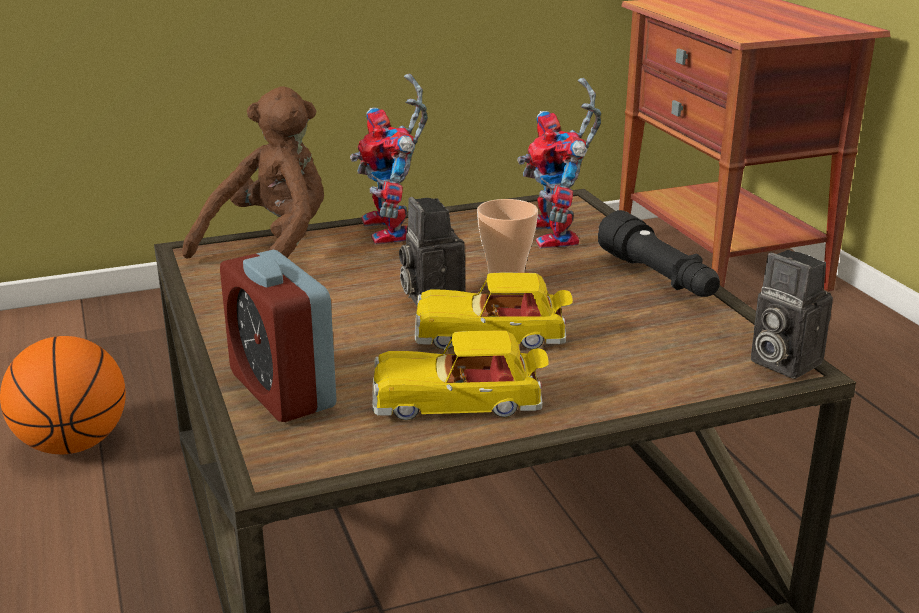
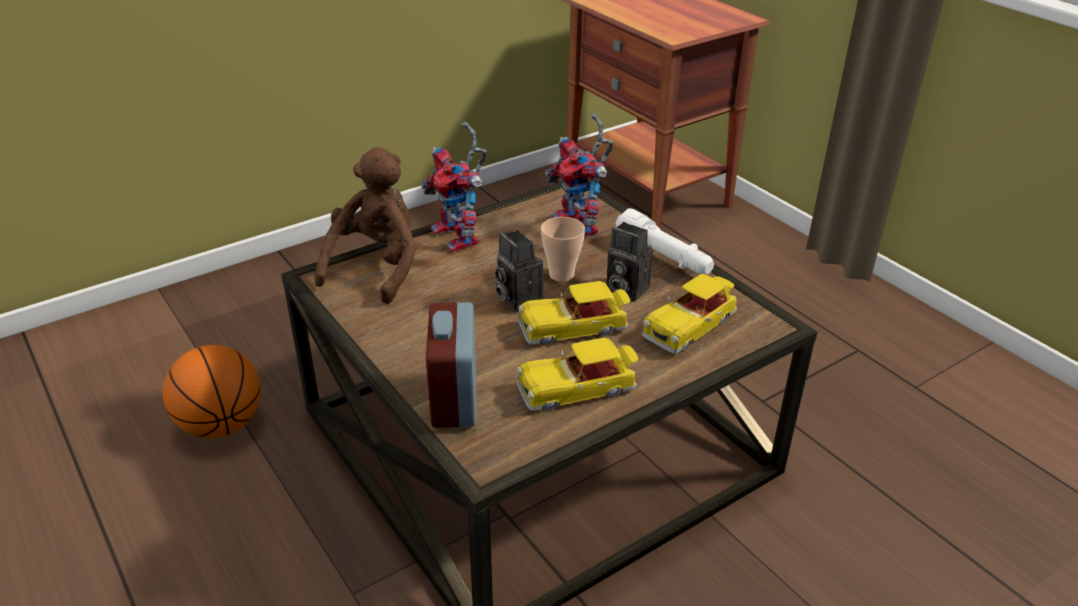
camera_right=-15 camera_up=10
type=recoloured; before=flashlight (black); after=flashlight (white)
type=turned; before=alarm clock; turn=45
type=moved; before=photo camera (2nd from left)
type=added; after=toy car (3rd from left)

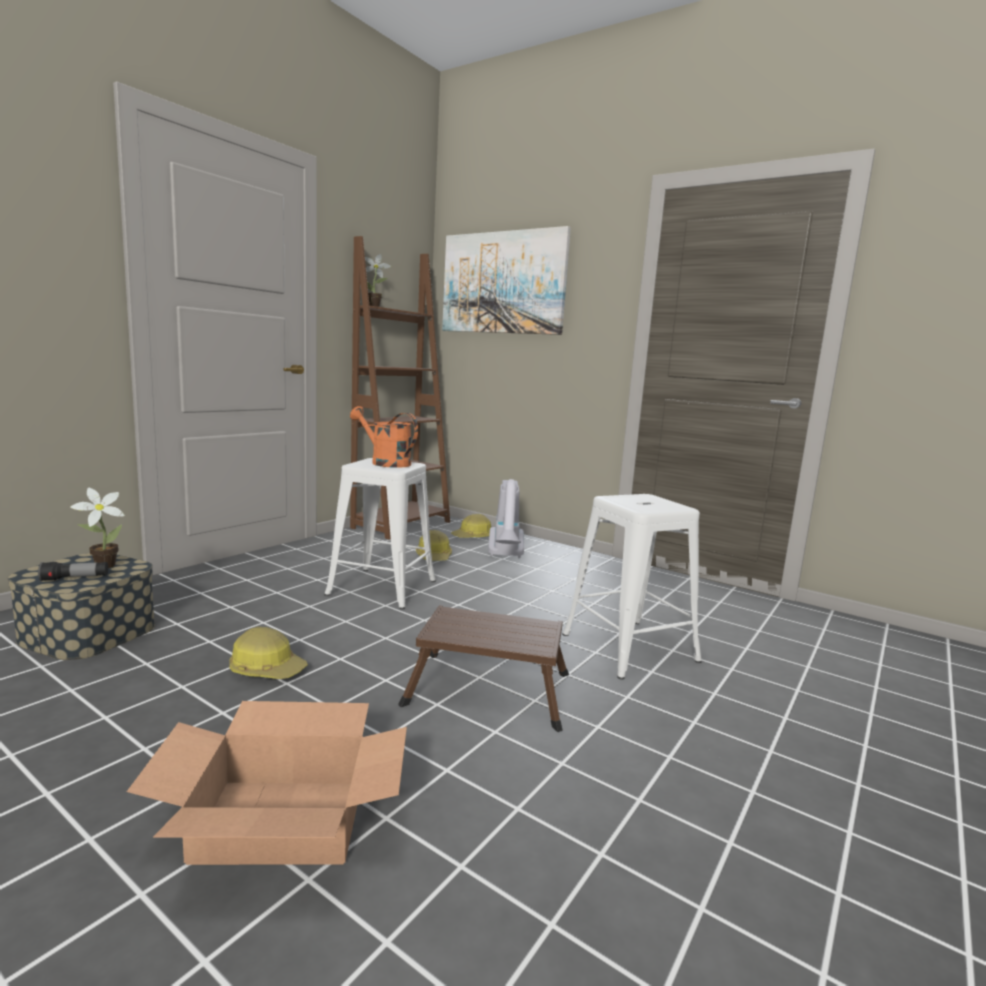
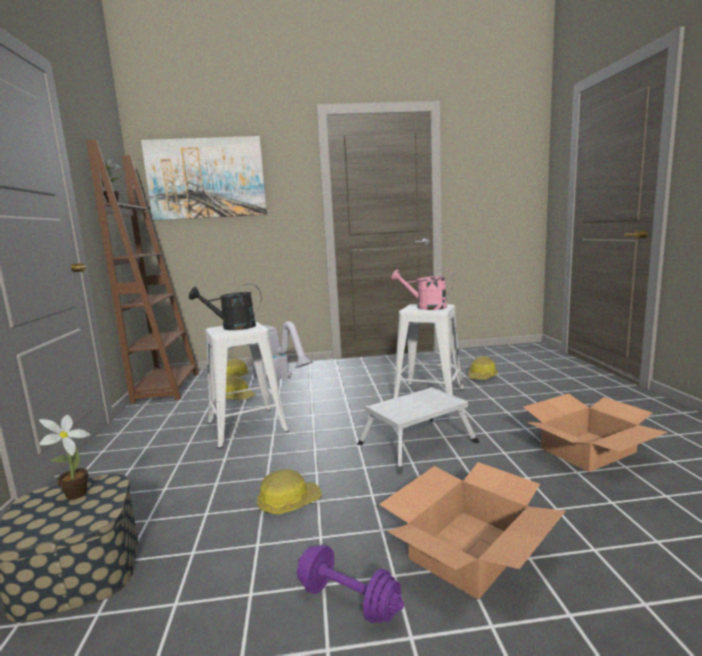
camera_right=-40 camera_up=0
type=recoloured; before=watering can (orange); after=watering can (black)
type=removed; before=flashlight
type=recoloured; before=step ladder (brown); after=step ladder (white)
type=added; after=watering can (pink)
type=added; after=hard hat (4th from left)
type=added; after=cardboard box (2nd from left)
type=added; after=dumbbell (purple)

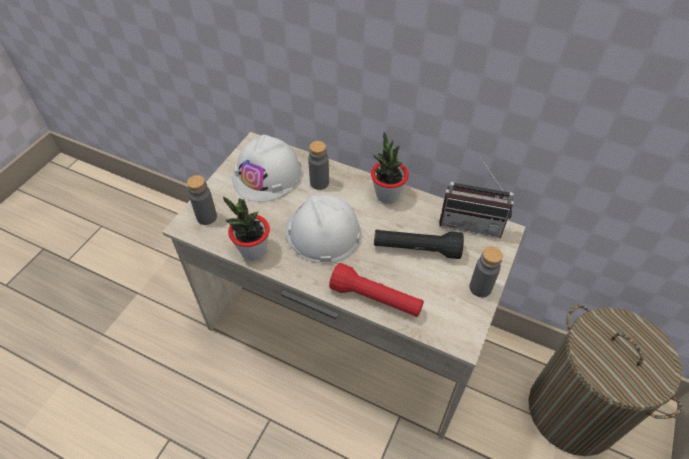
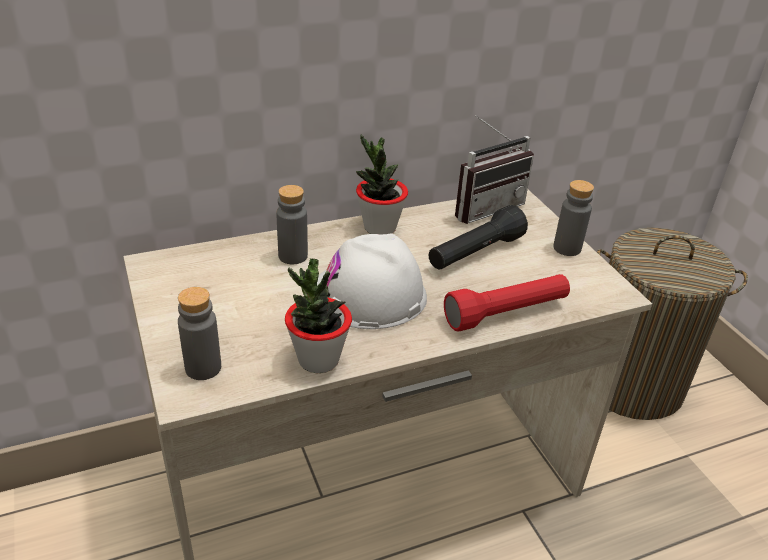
camera_right=-50 camera_up=-15
type=removed; before=hard hat (white) (1st from left)

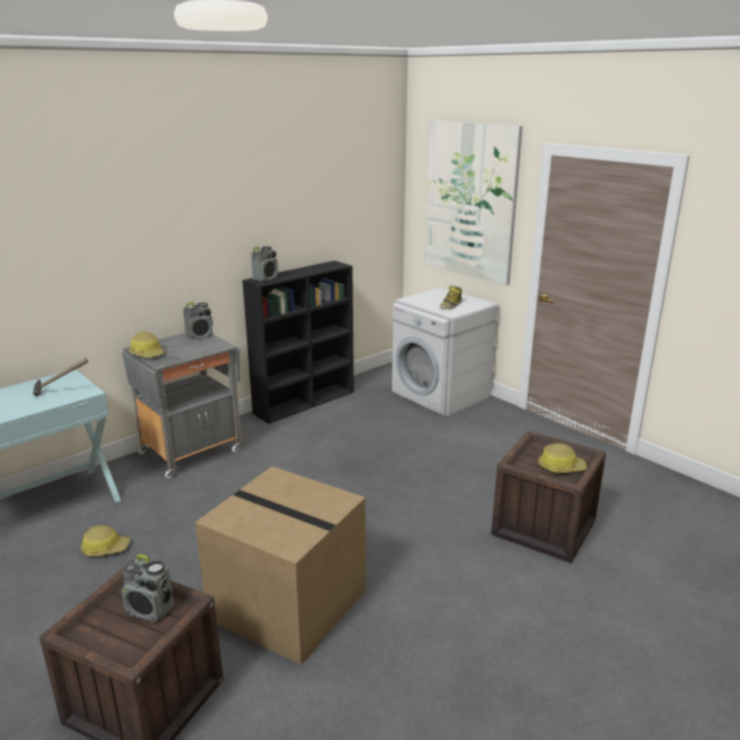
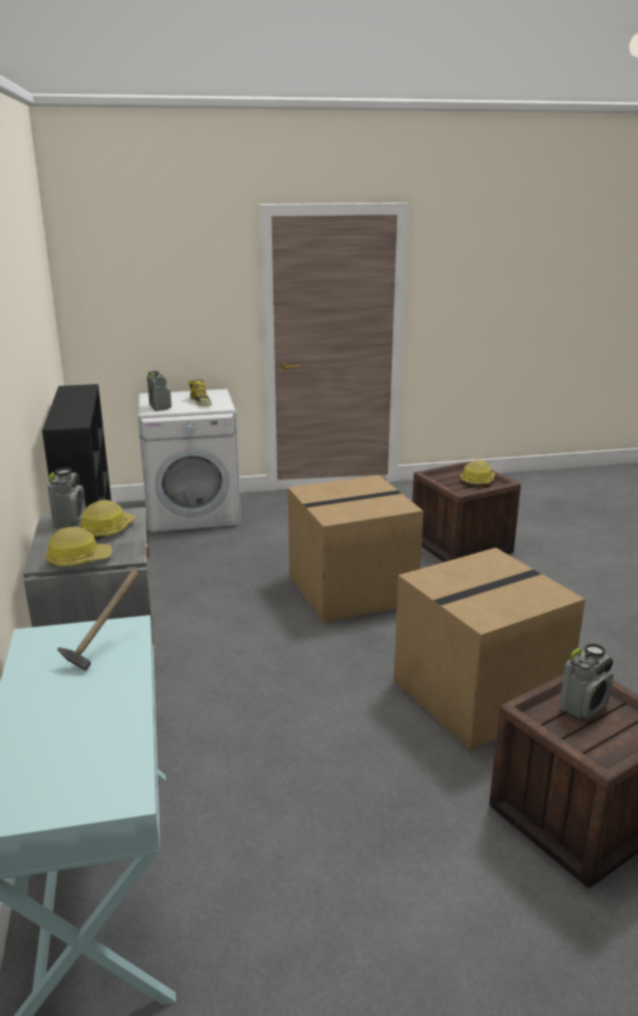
camera_right=-60 camera_up=0
type=removed; before=picture
type=moved; before=radio (3rd from left in the first image); after=radio (2nd from left)
type=moved; before=hard hat (1st from left in the first image); after=hard hat (2nd from left)
type=added; after=cardboard box (1st from left)

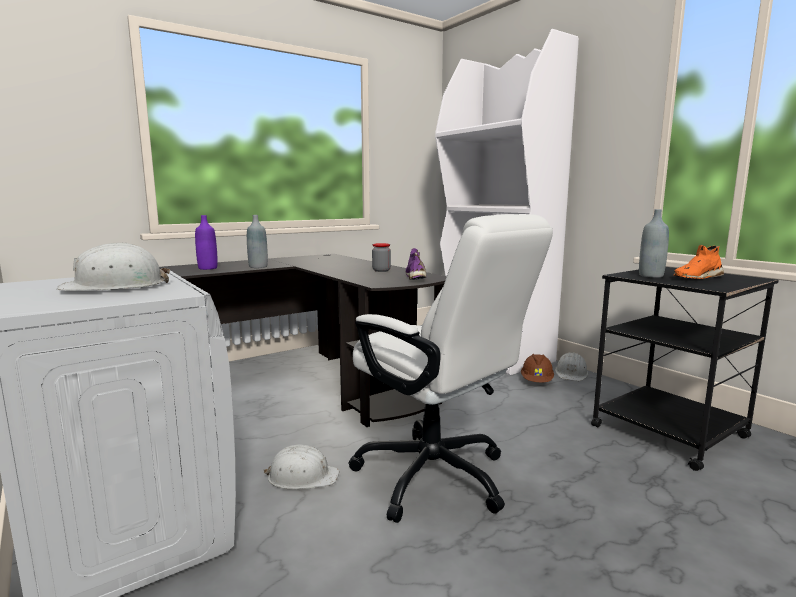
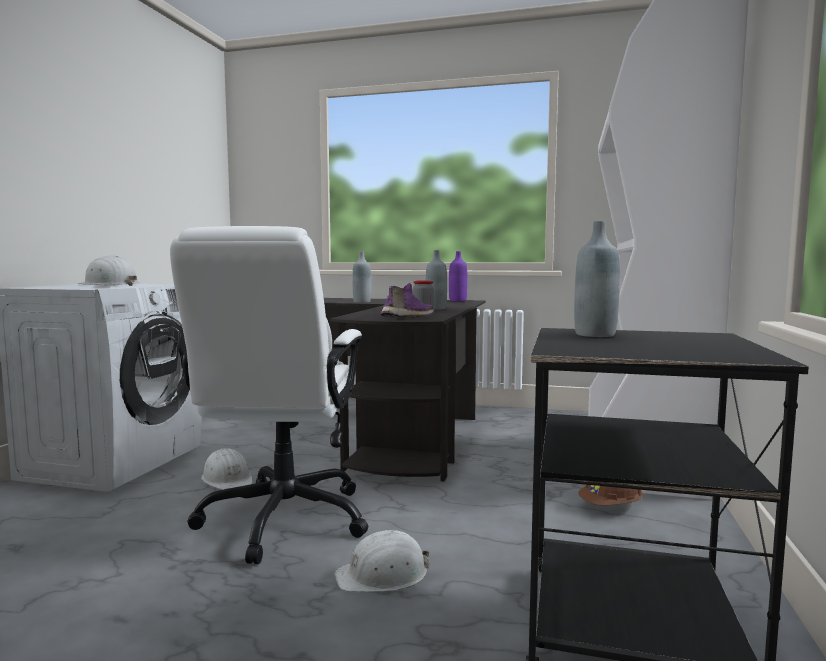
camera_right=50 camera_up=-5
type=moved; before=bottle (purple)
type=removed; before=shoe (orange)
type=moved; before=hard hat (white) (3rd from left)
type=added; after=bottle (grey) (2nd from left)

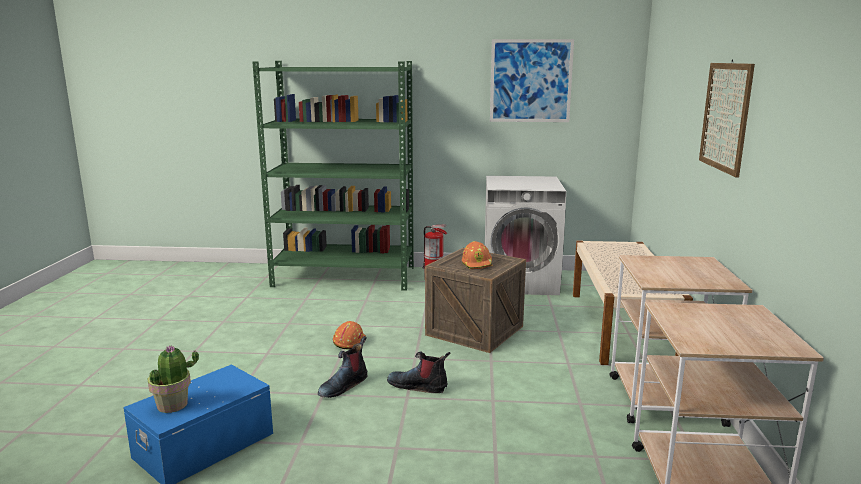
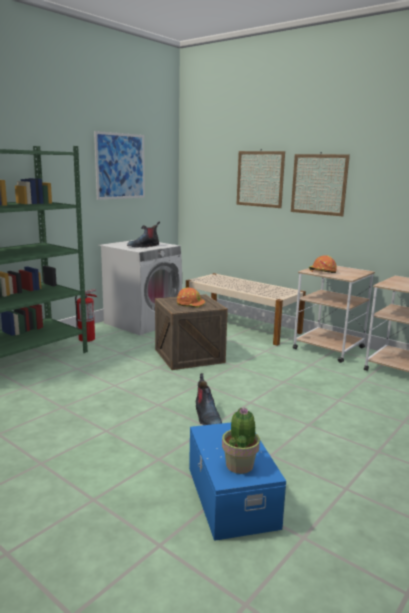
camera_right=-55 camera_up=0
type=moved; before=hard hat (orange) (1st from left in the first image); after=hard hat (orange) (2nd from left)
type=moved; before=boot (2nd from left in the first image); after=boot (1st from left)
type=added; after=picture (2nd from left)

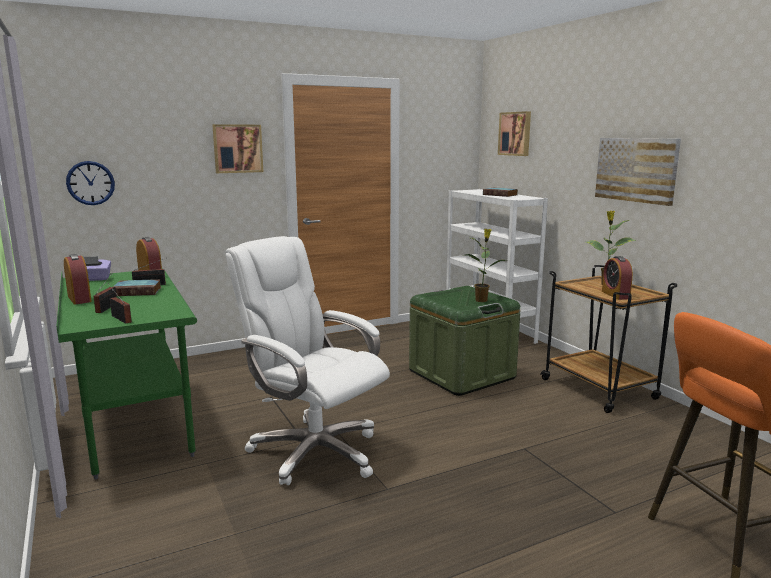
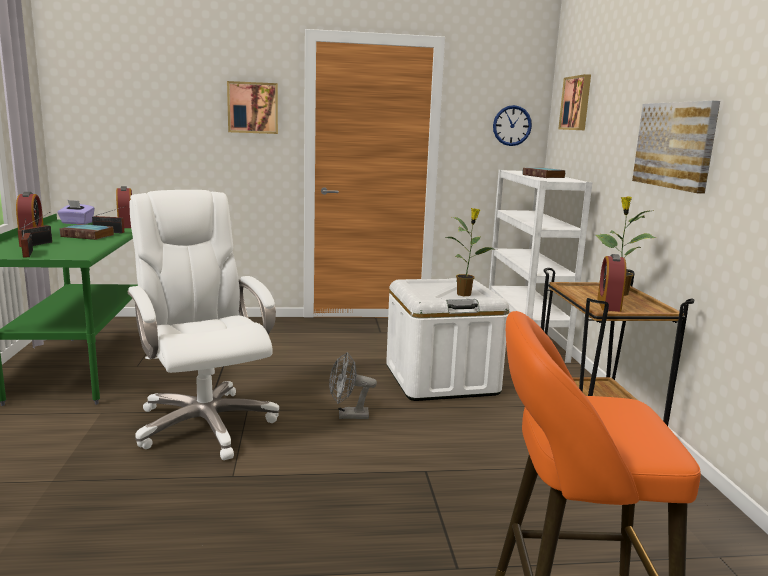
camera_right=20 camera_up=0
type=moved; before=wall clock
type=recoloured; before=storage box (green); after=storage box (white)
type=added; after=fan (grey)

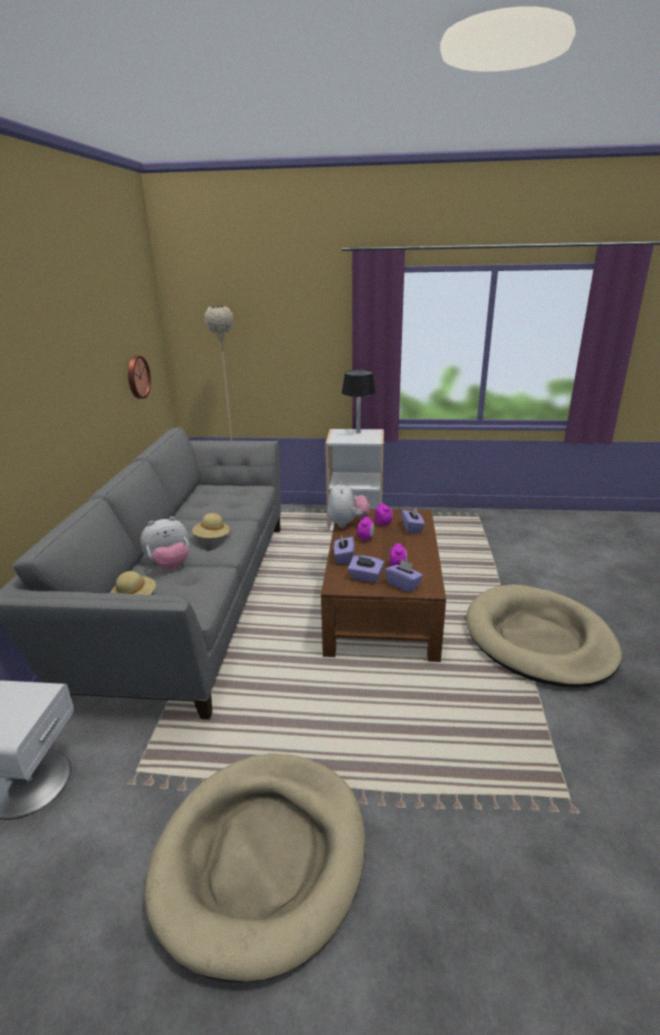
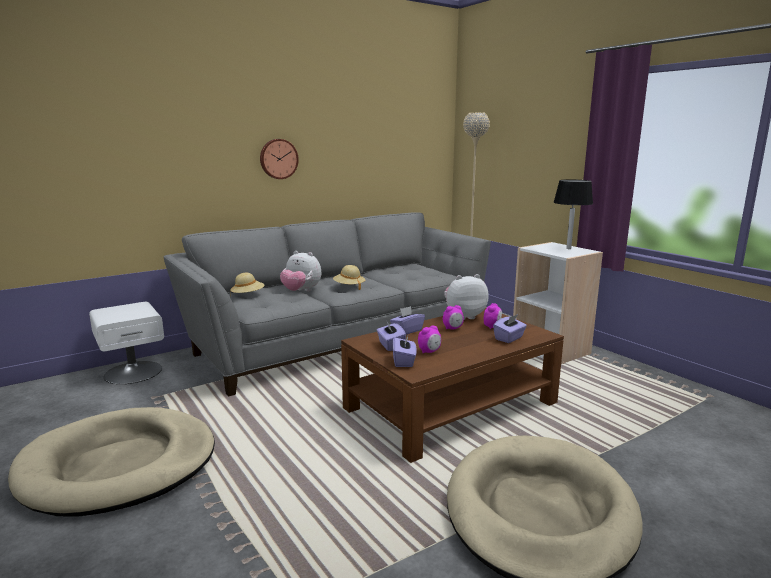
camera_right=50 camera_up=-10
type=moved; before=wall clock
type=turned; before=plush toy (2nd from left); turn=-150

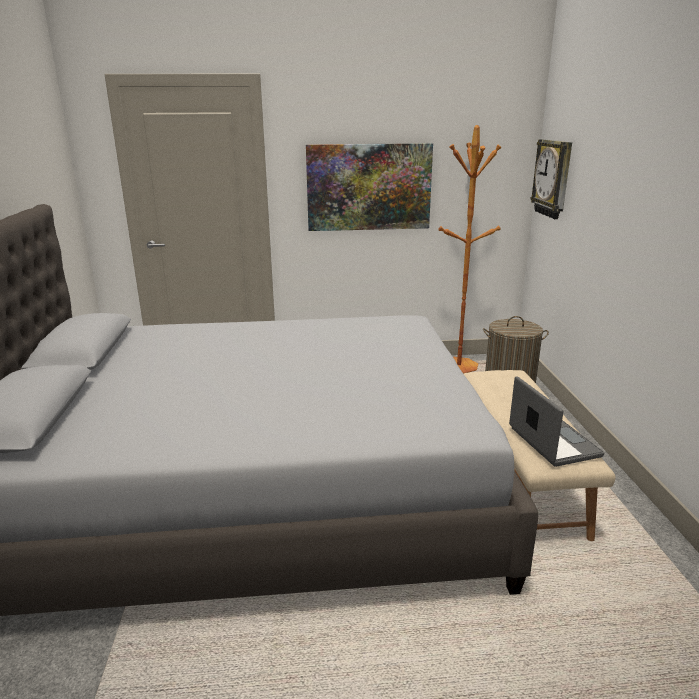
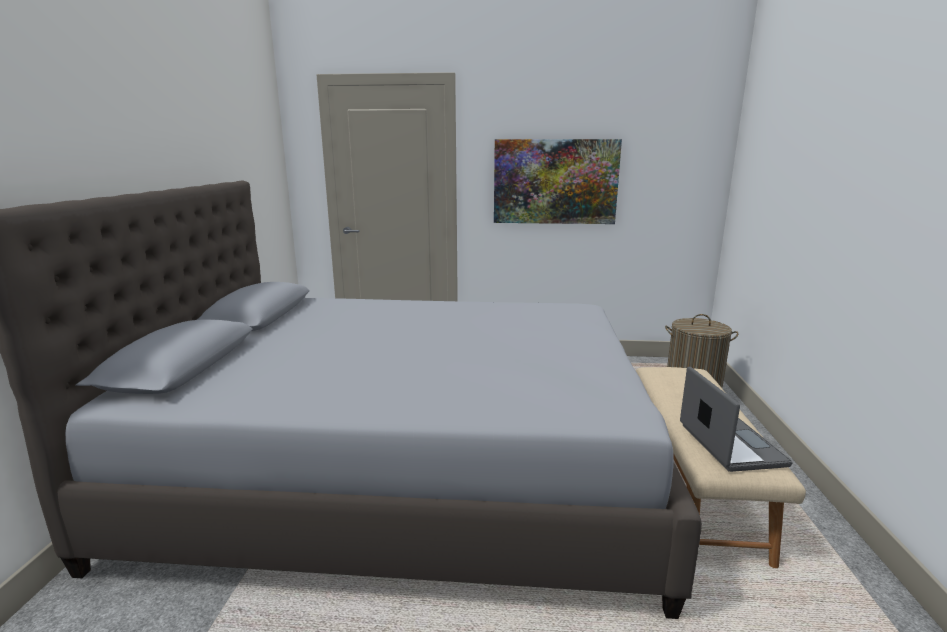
camera_right=10 camera_up=-5
type=removed; before=clothes rack (orange)
type=removed; before=wall clock

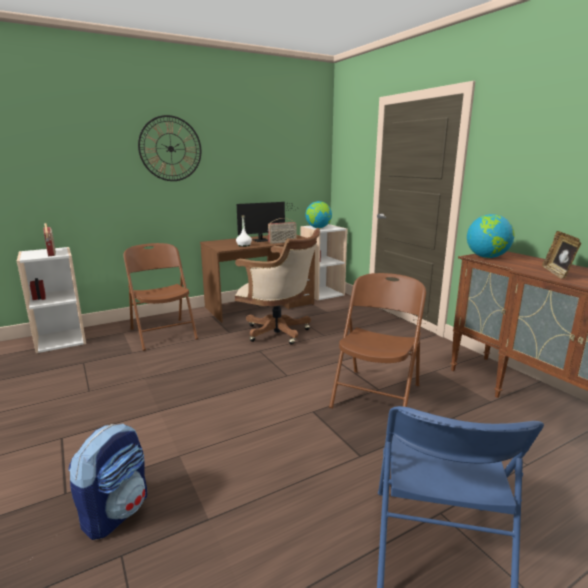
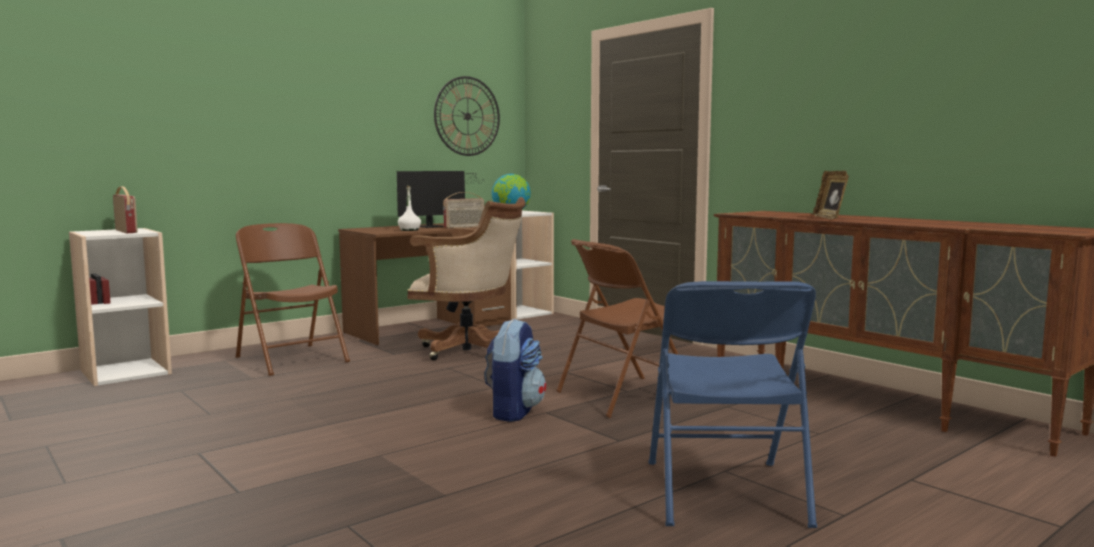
camera_right=-10 camera_up=-10
type=moved; before=wall clock
type=removed; before=globe (2nd from left)
type=turned; before=chair (brown) (2nd from left); turn=-135
type=moved; before=backpack

